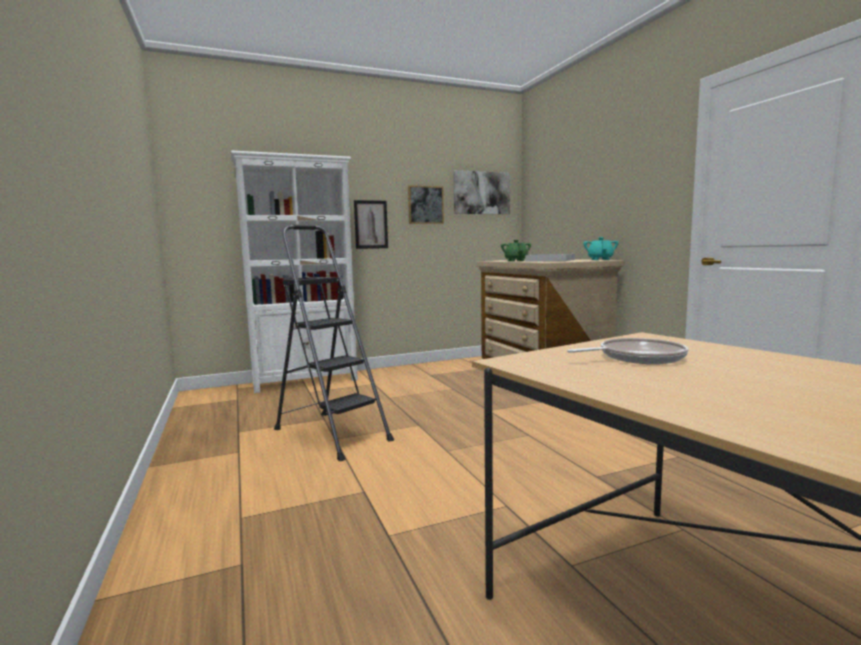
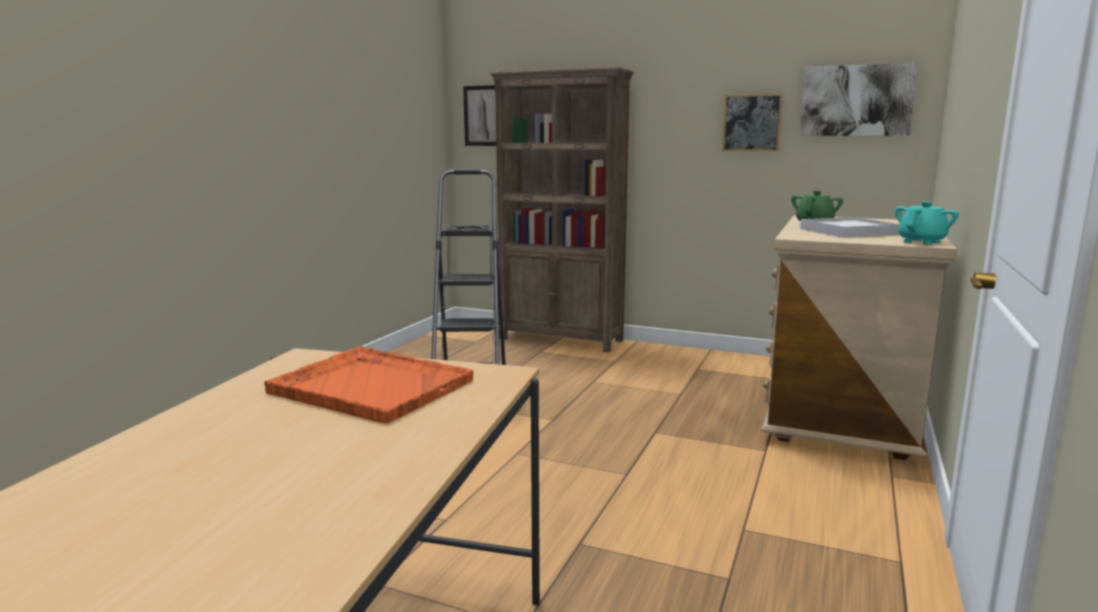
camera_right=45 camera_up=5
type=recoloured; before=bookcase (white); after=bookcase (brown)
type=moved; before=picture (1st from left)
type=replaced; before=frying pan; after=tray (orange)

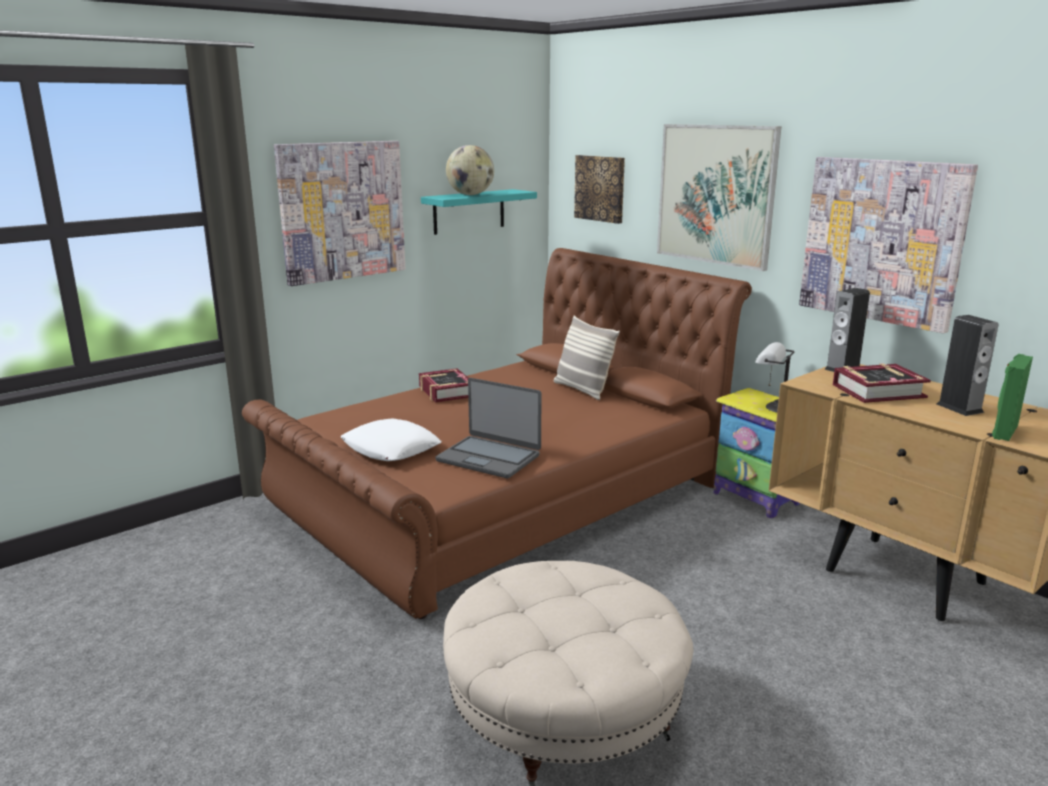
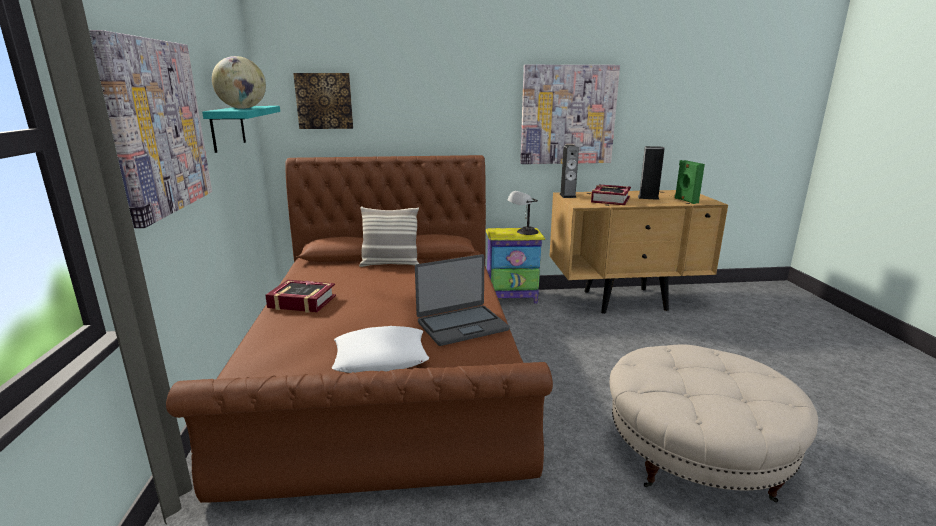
camera_right=-55 camera_up=0
type=removed; before=picture (3rd from left)

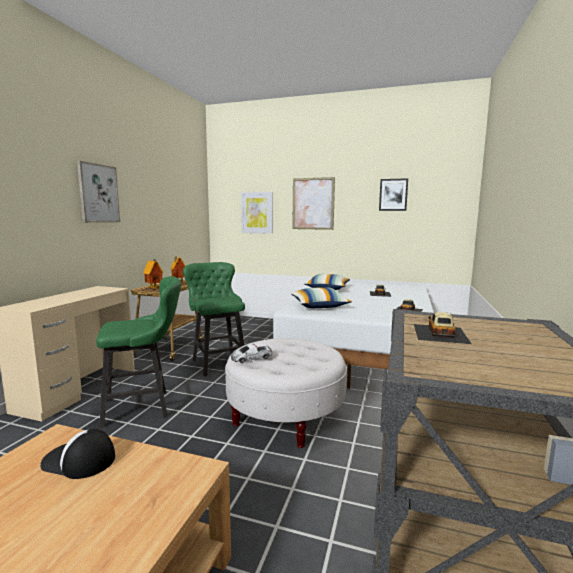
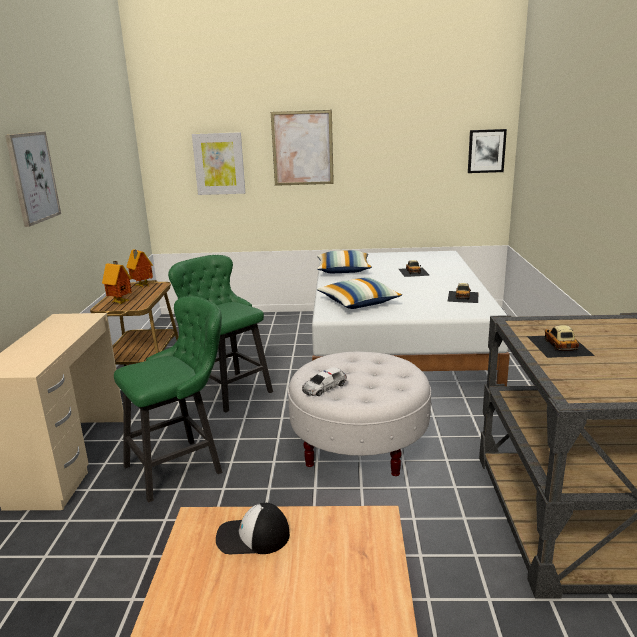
camera_right=-15 camera_up=10
type=moved; before=picture (4th from left)

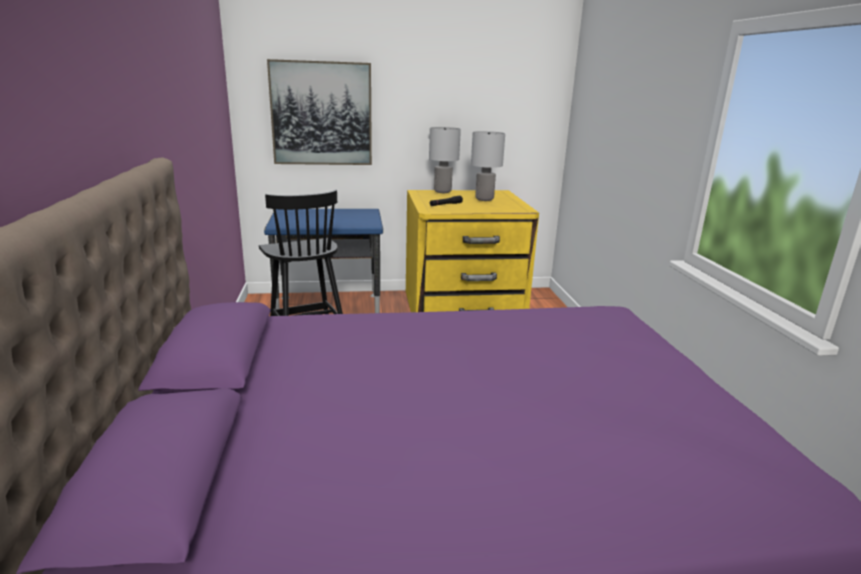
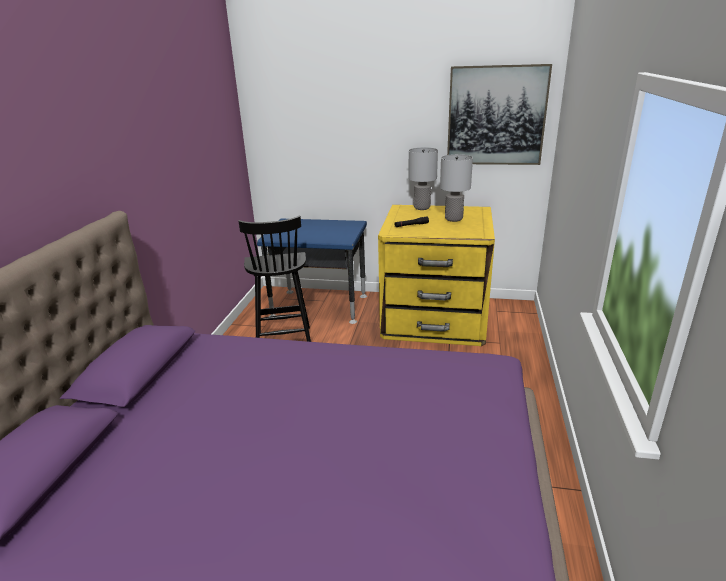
camera_right=20 camera_up=5
type=moved; before=picture

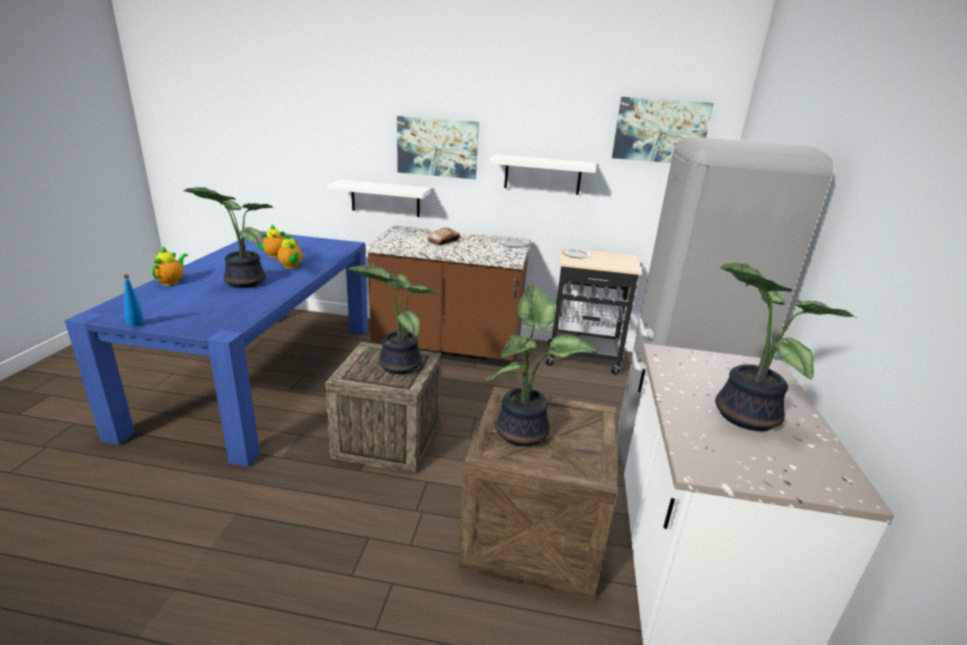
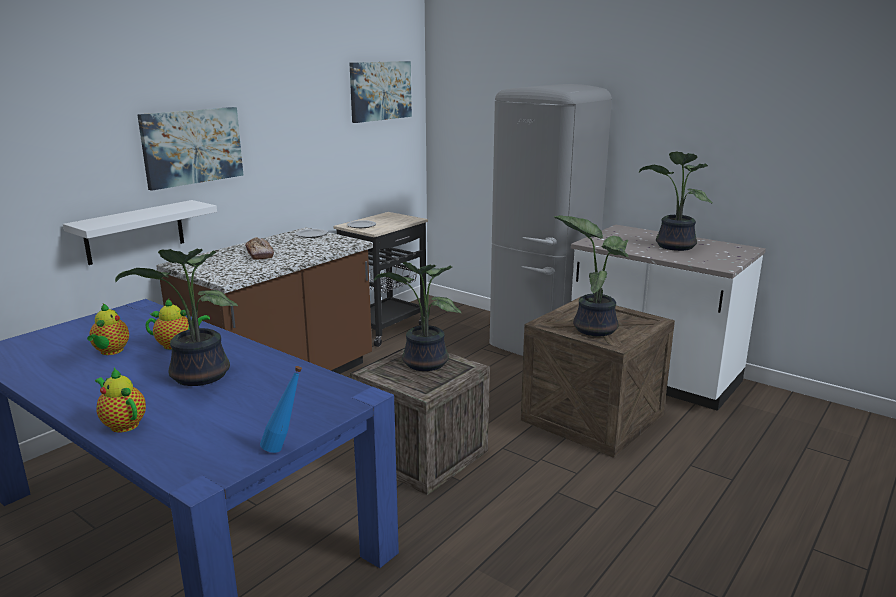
camera_right=-60 camera_up=-5
type=removed; before=shelf (white) (2nd from left)

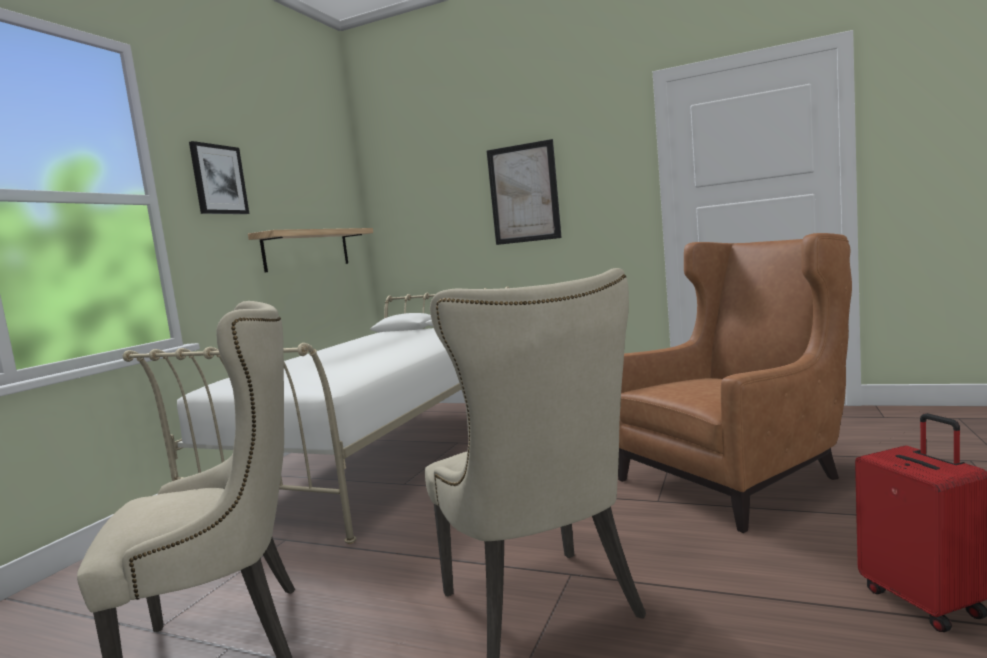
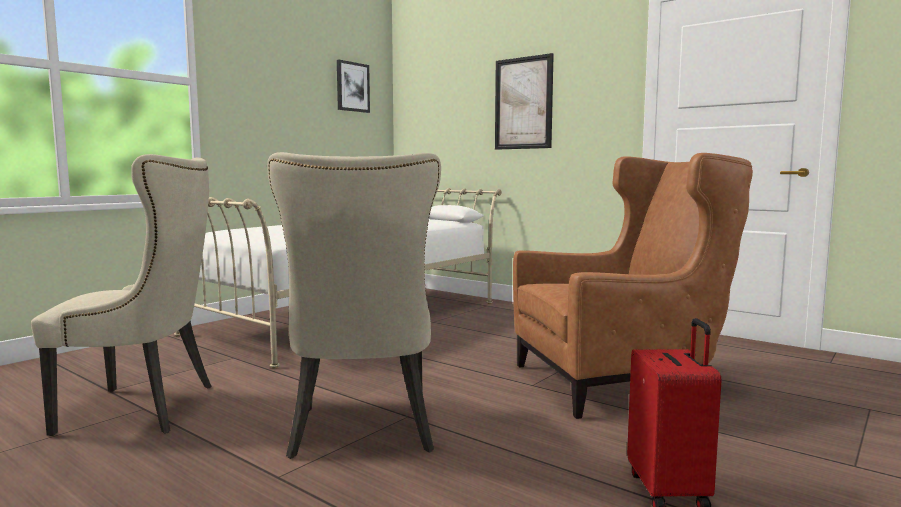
camera_right=15 camera_up=0
type=moved; before=picture (1st from left)
type=removed; before=shelf

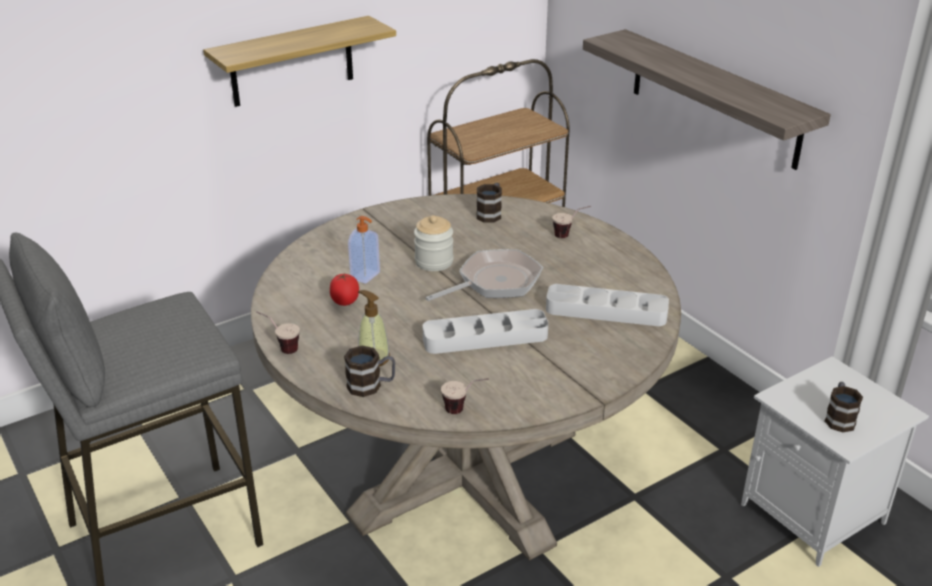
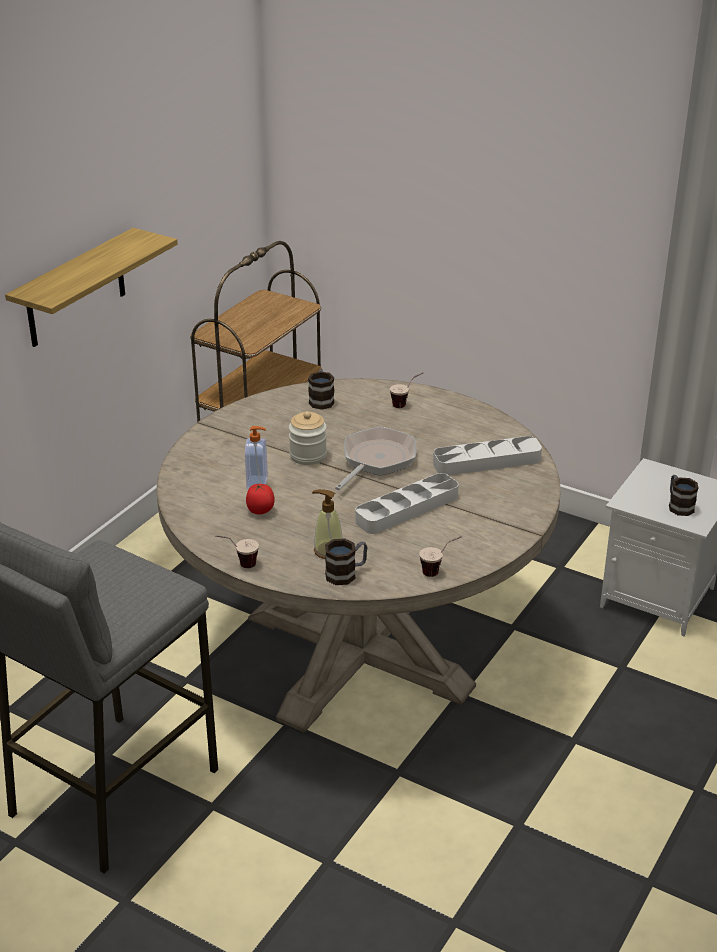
camera_right=-25 camera_up=0
type=removed; before=shelf (2nd from left)

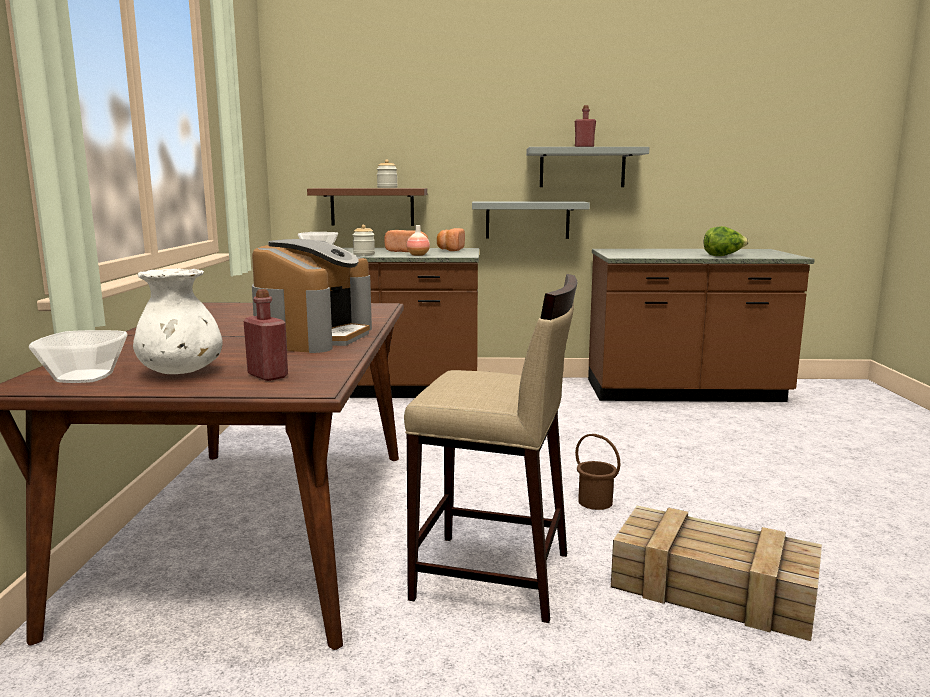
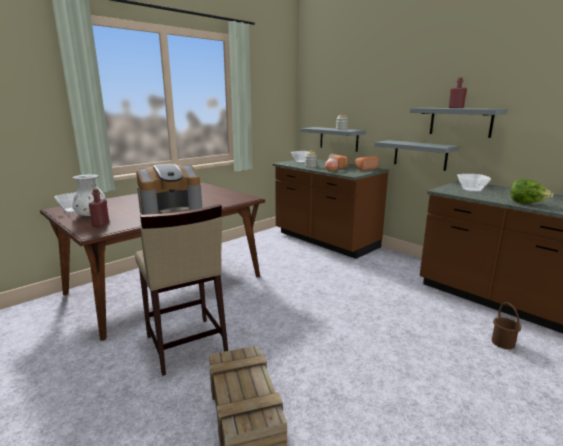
camera_right=45 camera_up=5
type=recoloured; before=shelf (brown); after=shelf (grey) (1st from left)
type=moved; before=bucket (brown)
type=added; after=bowl (3rd from left)

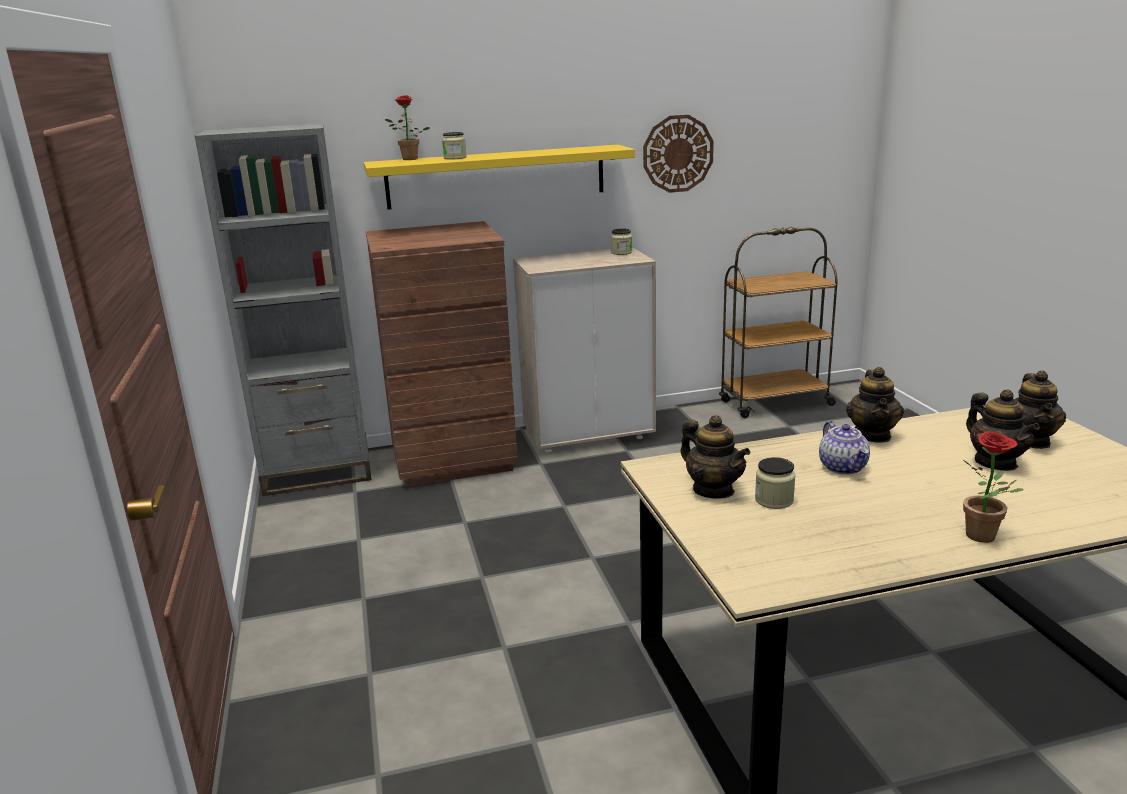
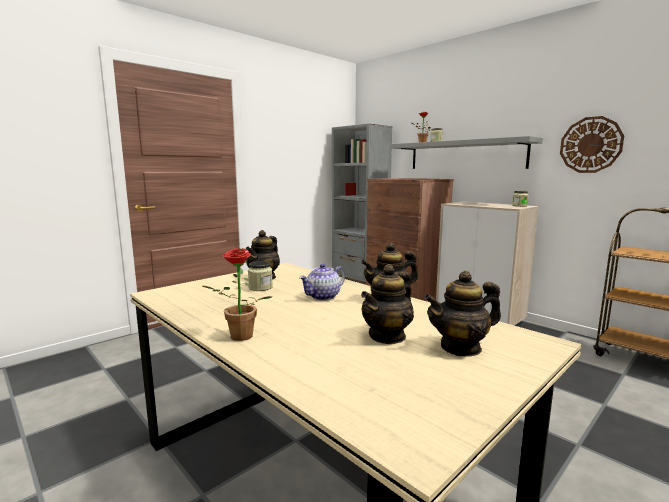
camera_right=60 camera_up=-10
type=recoloured; before=shelf (yellow); after=shelf (grey)

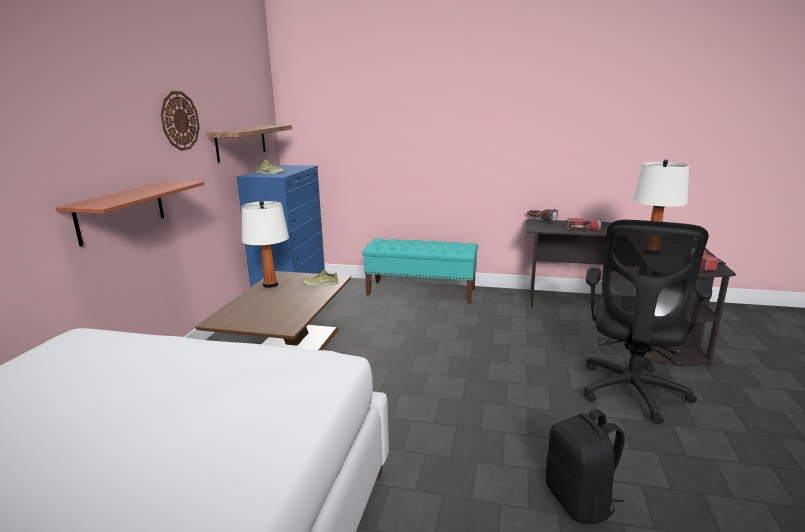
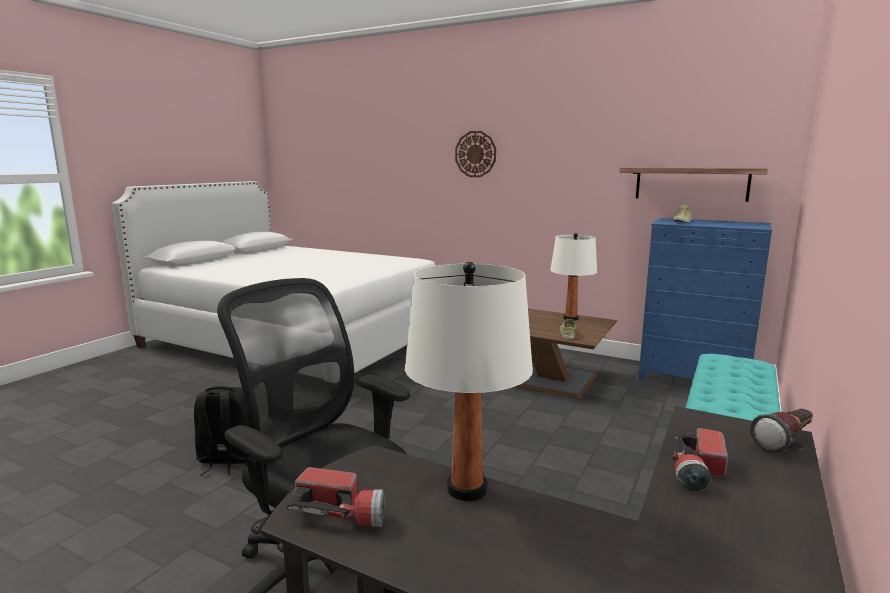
camera_right=105 camera_up=-5
type=moved; before=wall clock
type=removed; before=shelf (1st from left)

